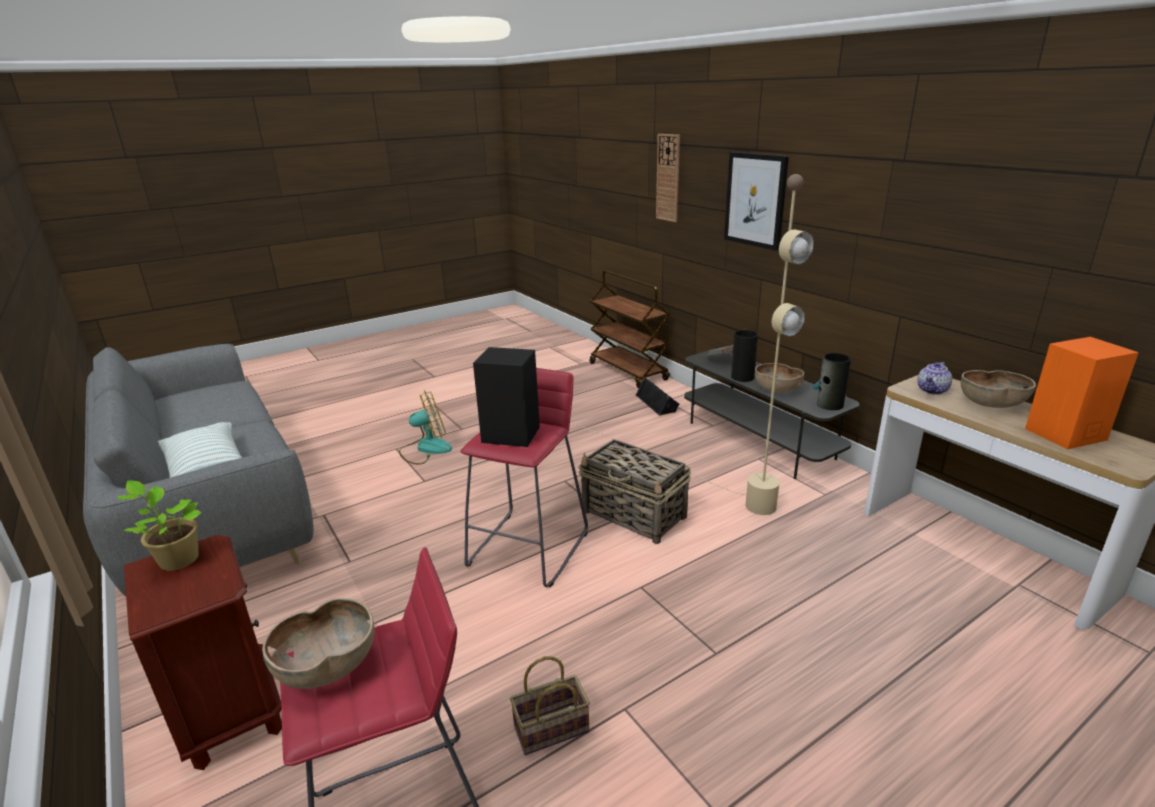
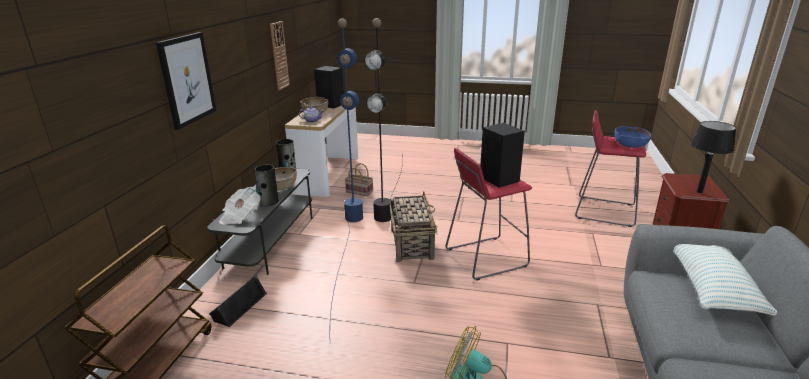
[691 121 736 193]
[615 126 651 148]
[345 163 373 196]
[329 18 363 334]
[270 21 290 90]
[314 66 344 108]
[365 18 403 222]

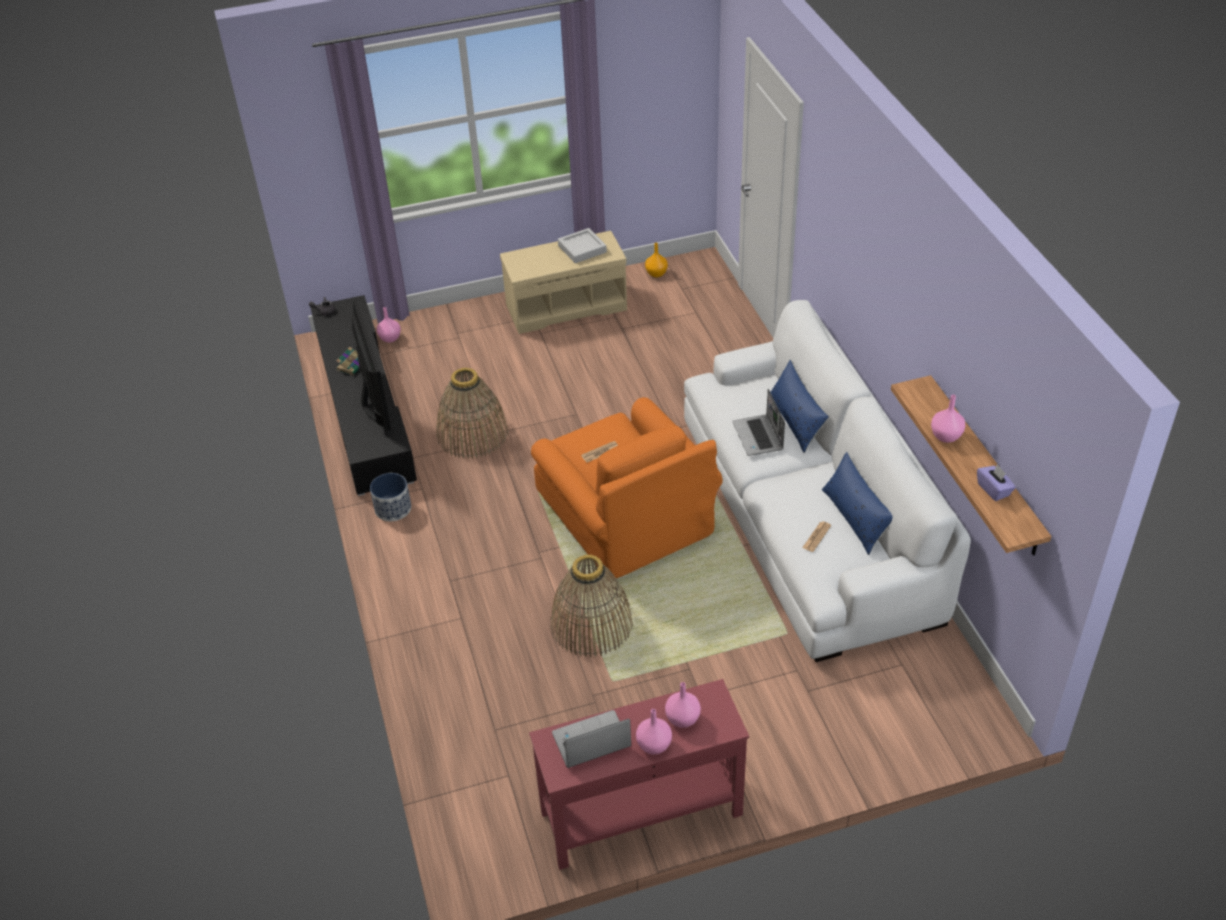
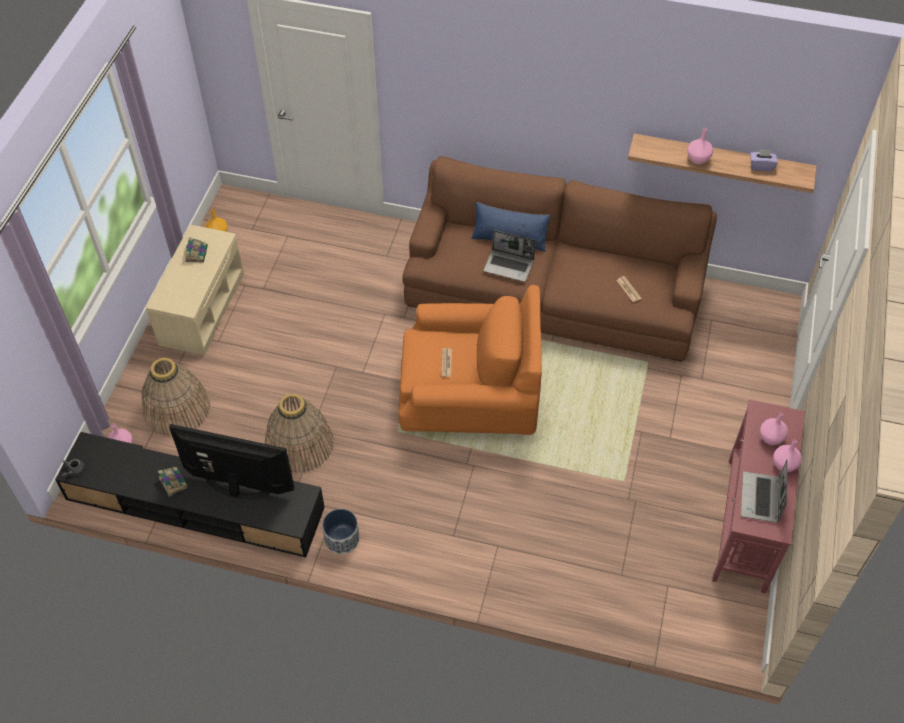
[142 358 210 437]
[185 237 208 263]
[402 156 717 362]
[822 452 893 555] (first image)

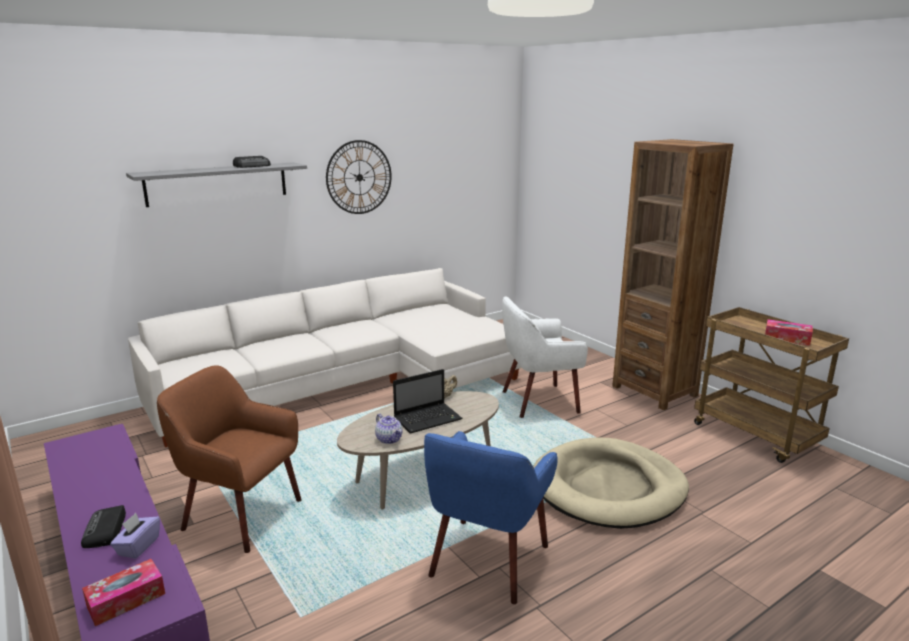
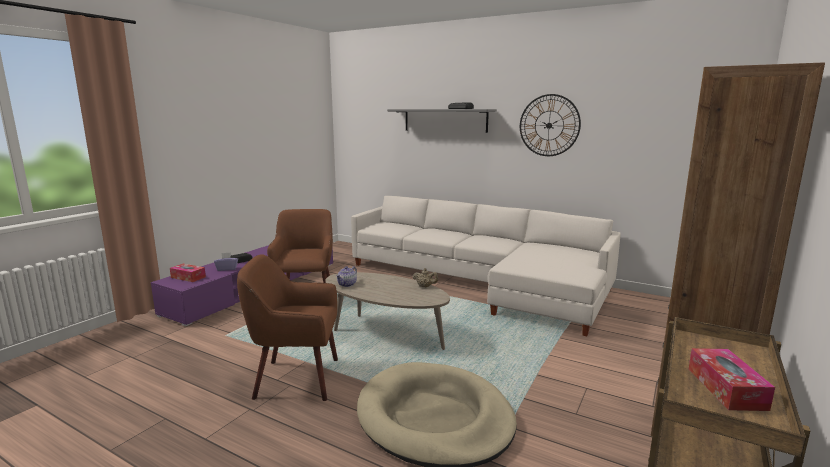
[393 369 462 434] (first image)
[237 254 338 401]
[502 296 588 418] (first image)

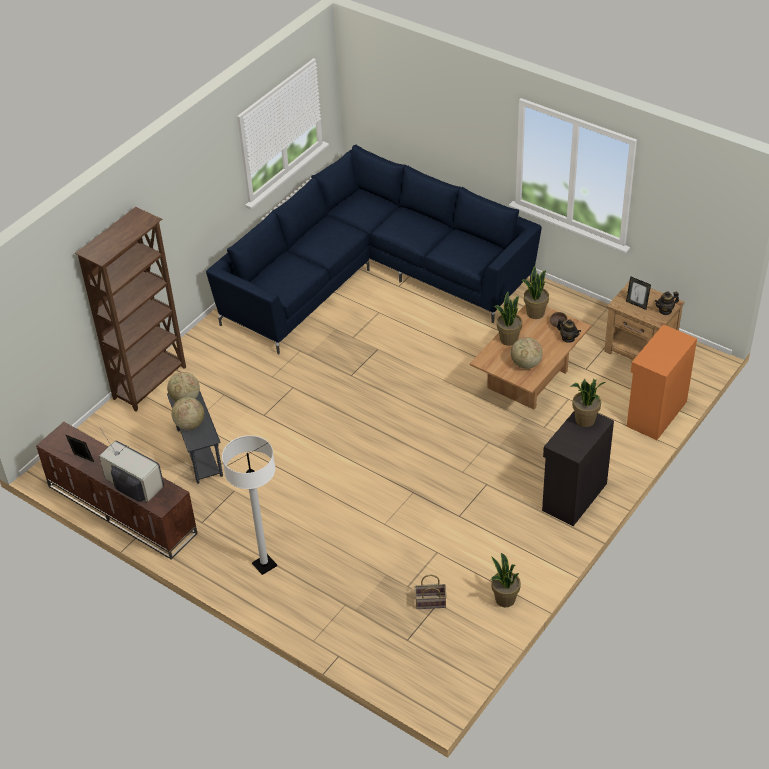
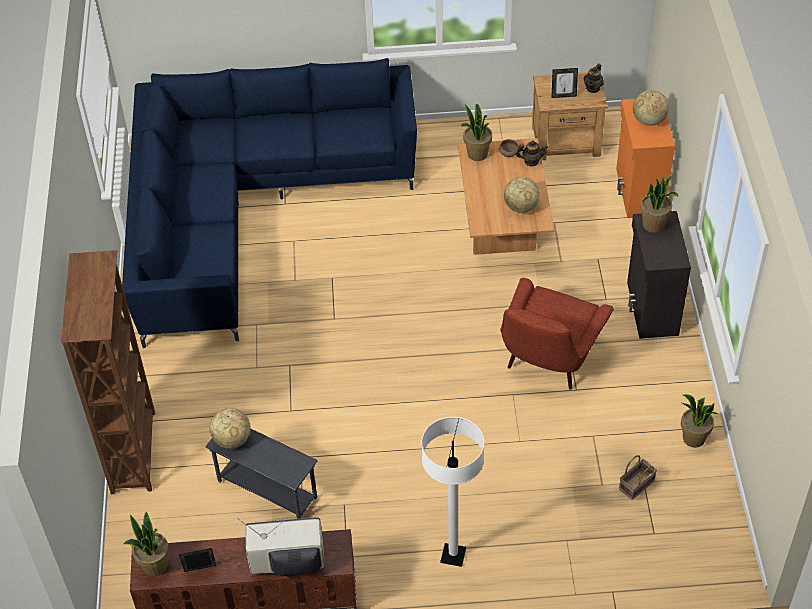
[633 90 669 126]
[124 512 169 576]
[500 278 614 390]

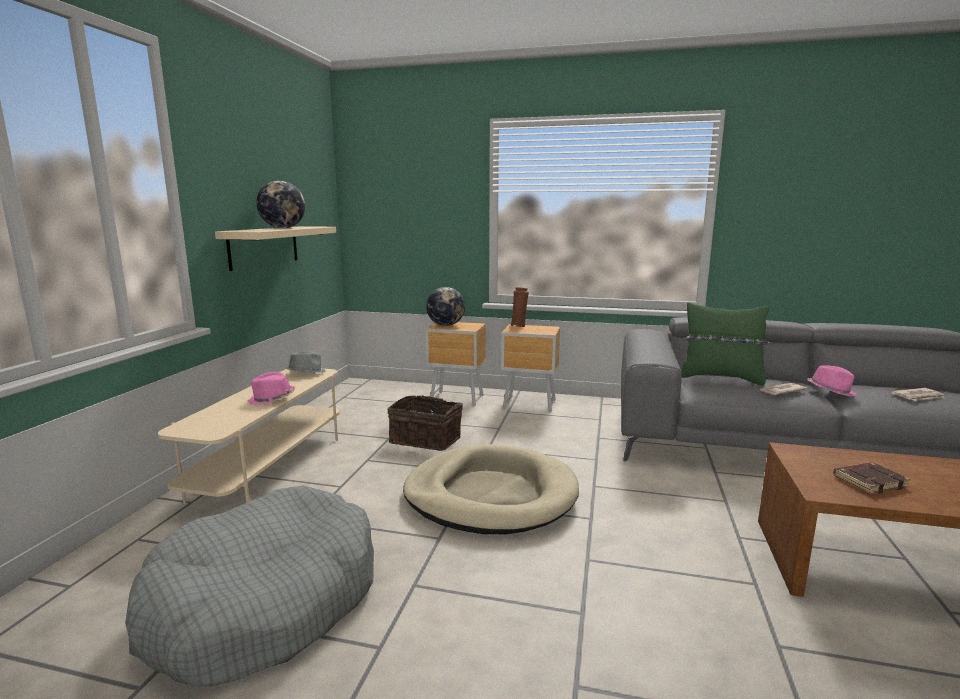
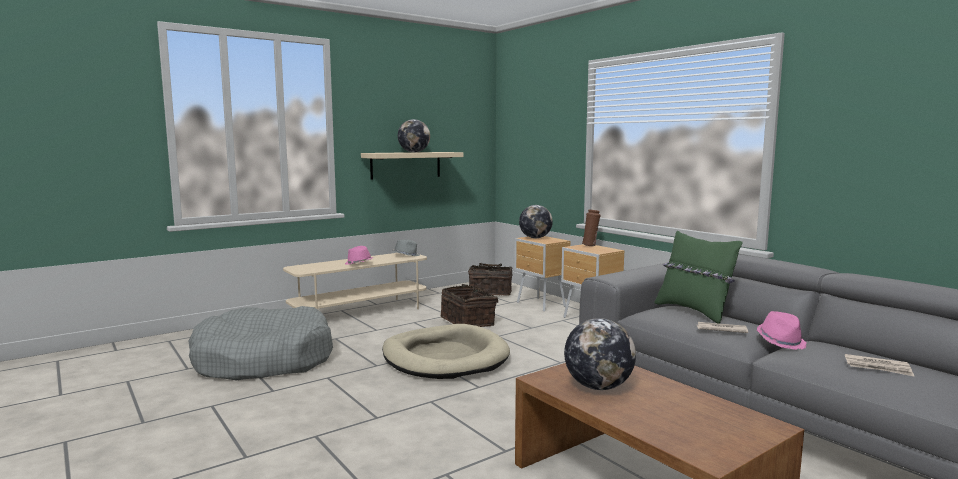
[564 318 636 390]
[468 263 512 296]

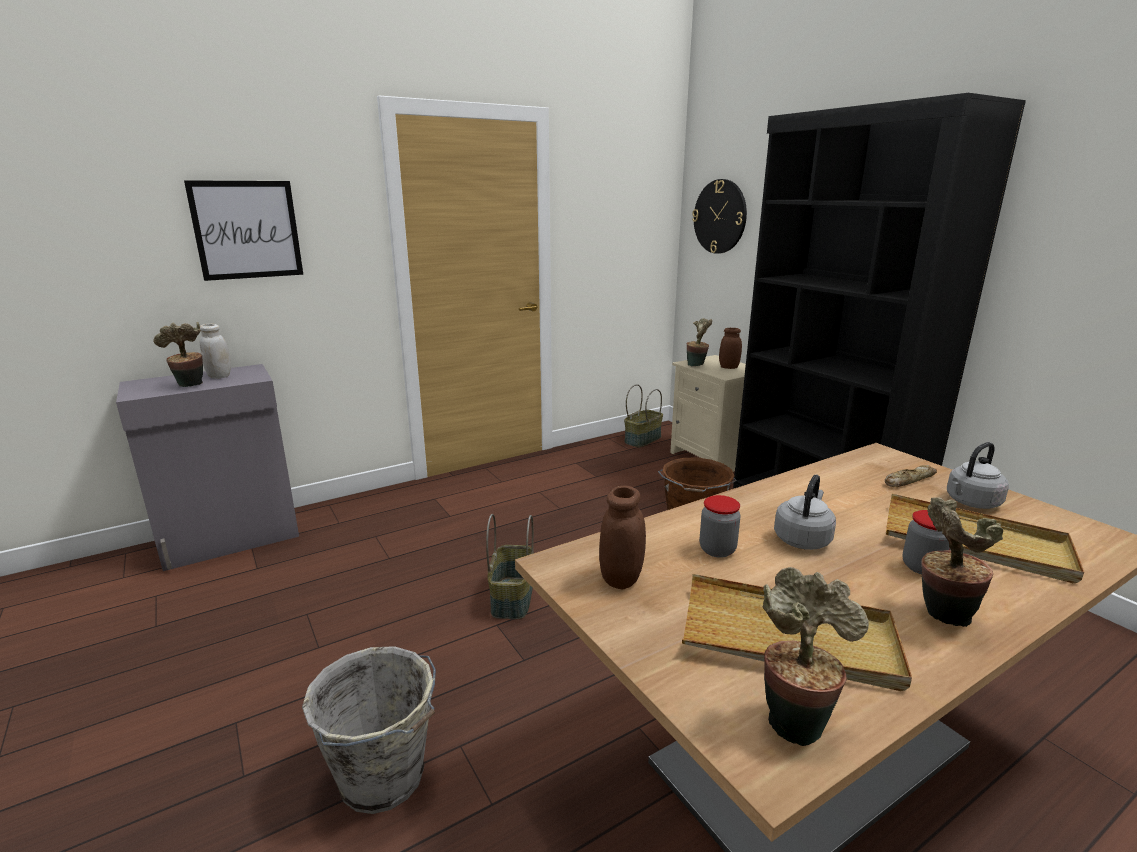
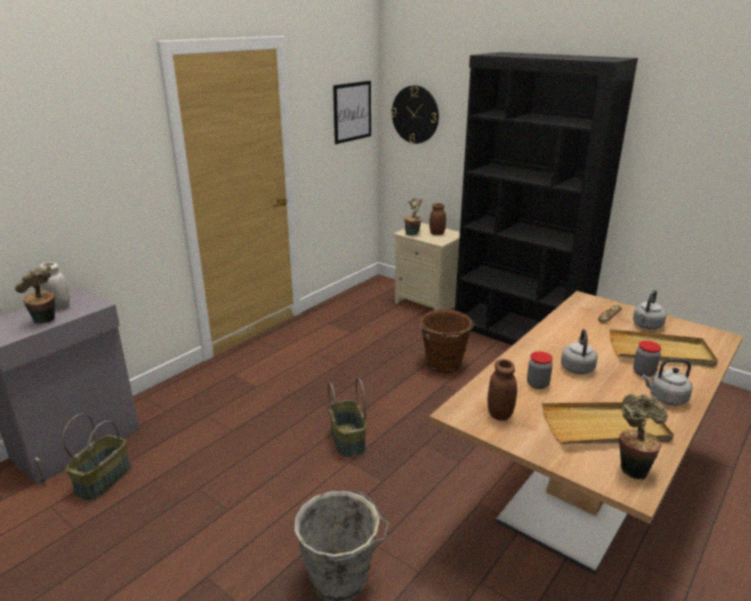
[333 81 371 144]
[62 414 131 500]
[642 358 693 406]

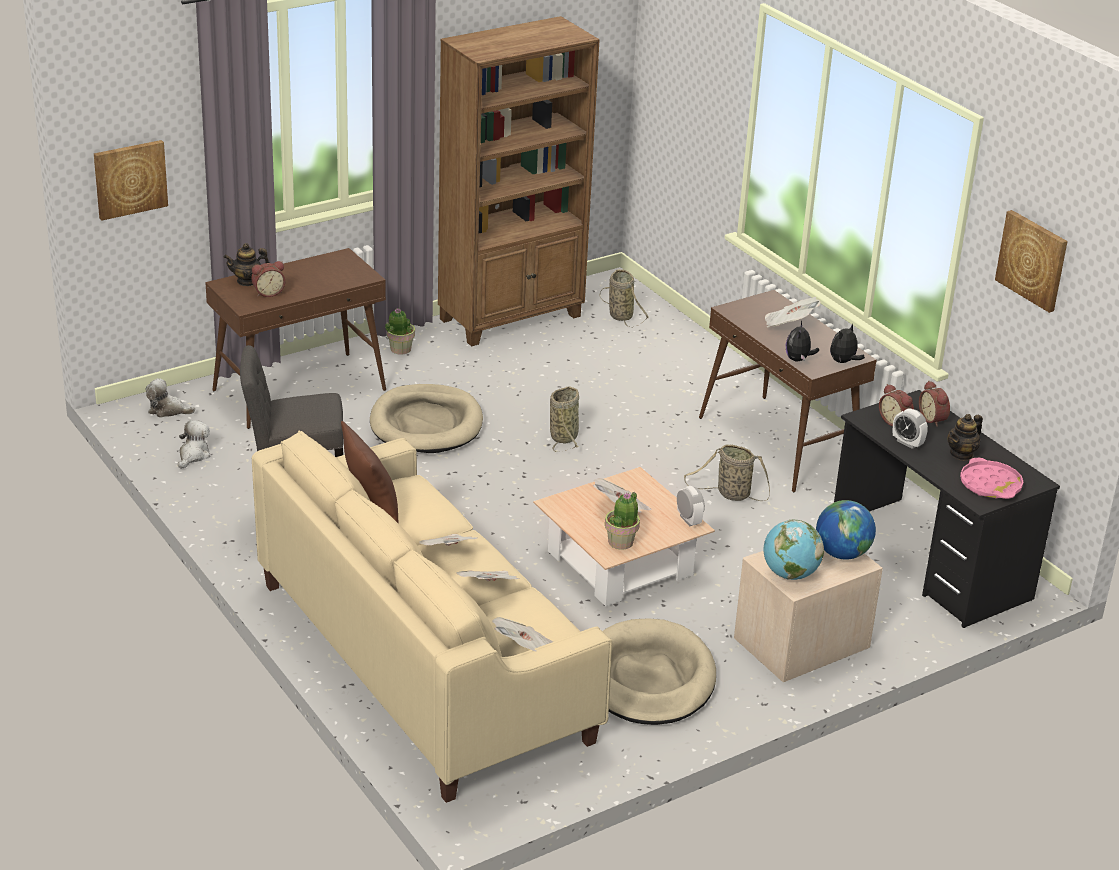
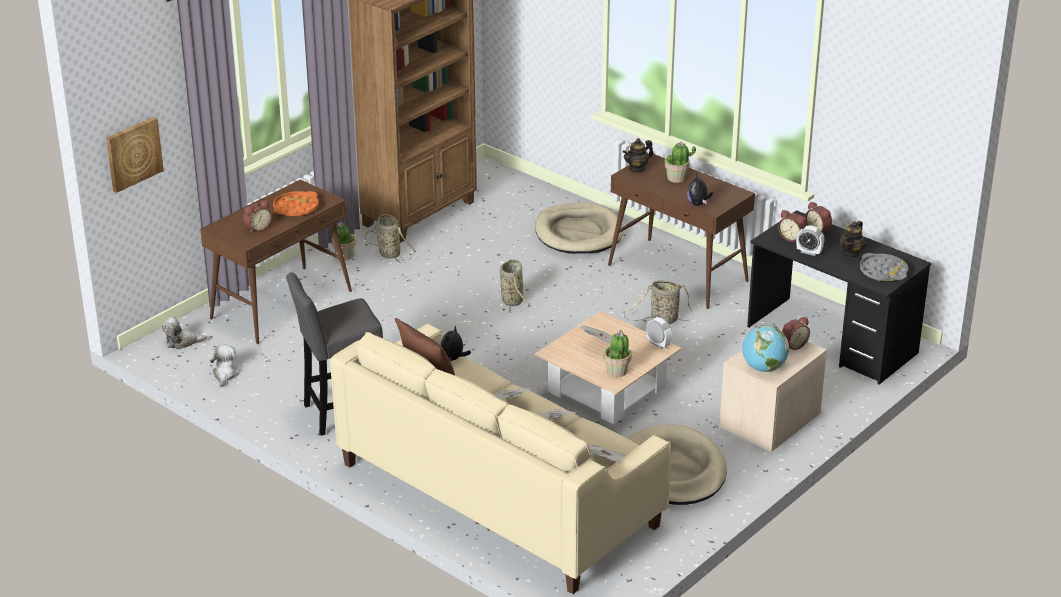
[622 138 653 173]
[535 203 624 253]
[365 214 416 263]
[664 142 696 183]
[782 317 810 350]
[440 326 471 361]
[860 253 908 281]
[995 210 1068 313] (first image)
[273 191 319 216]

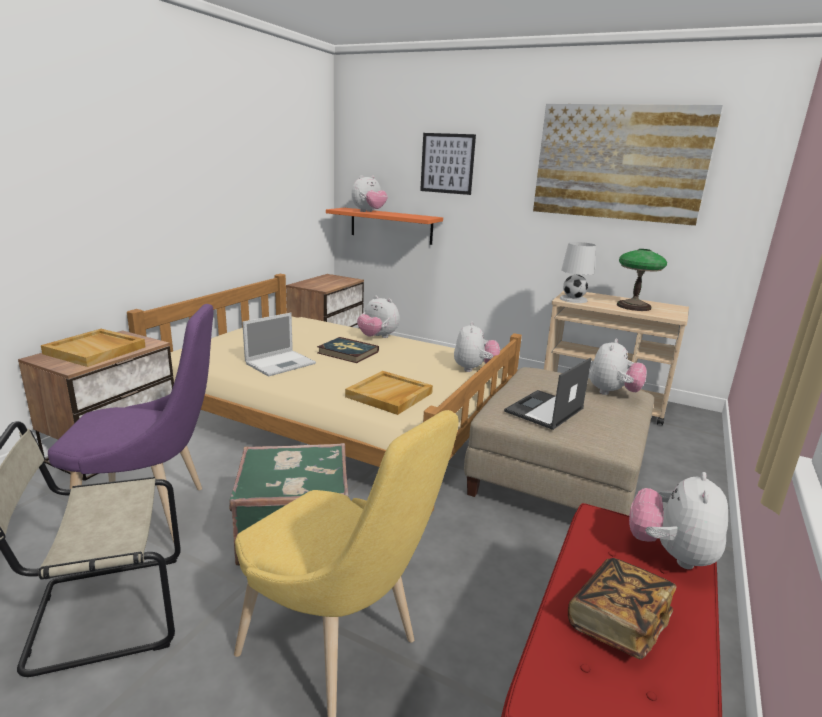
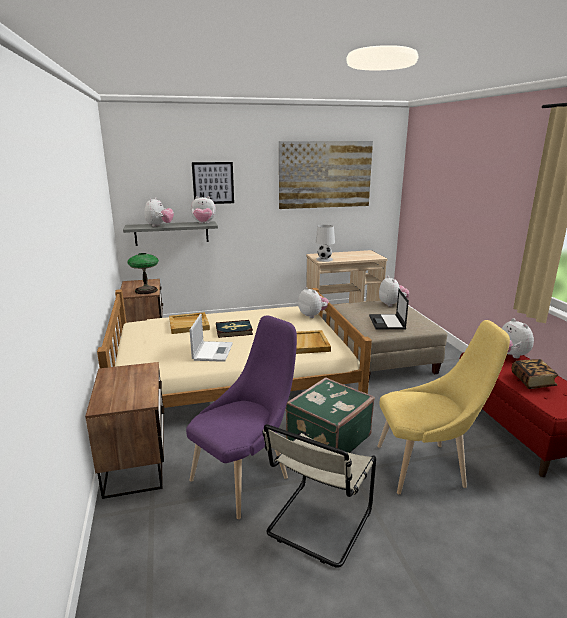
[169 312 210 334]
[123 221 218 246]
[191 196 216 224]
[128 253 159 294]

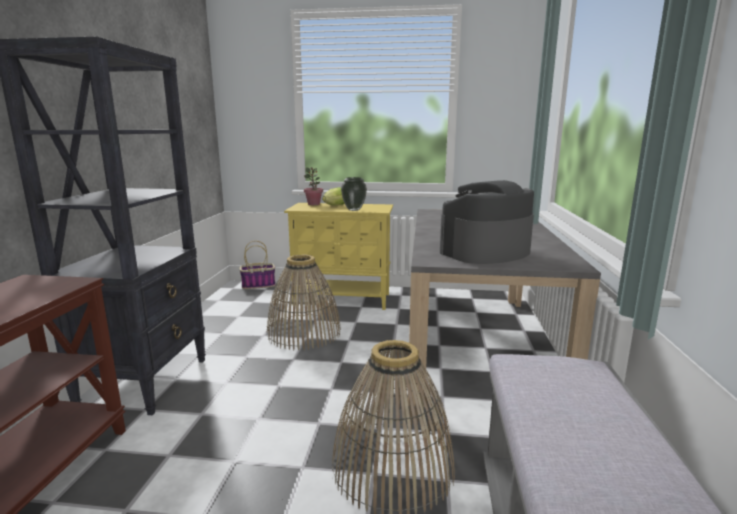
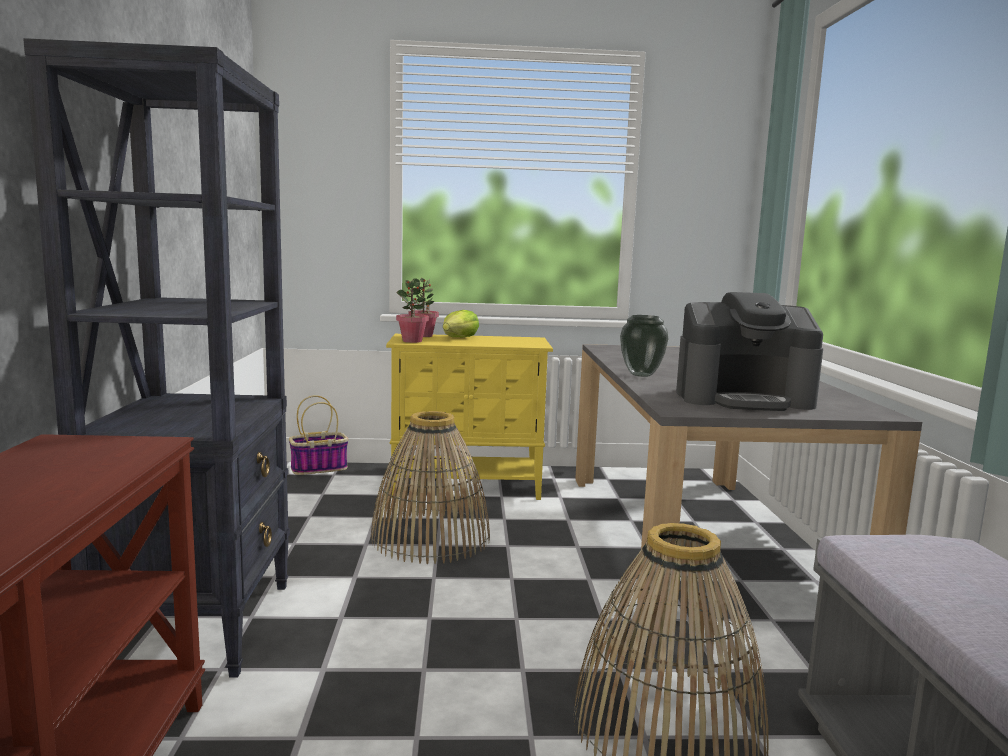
[620 315 668 377]
[676 292 823 411]
[396 280 429 343]

